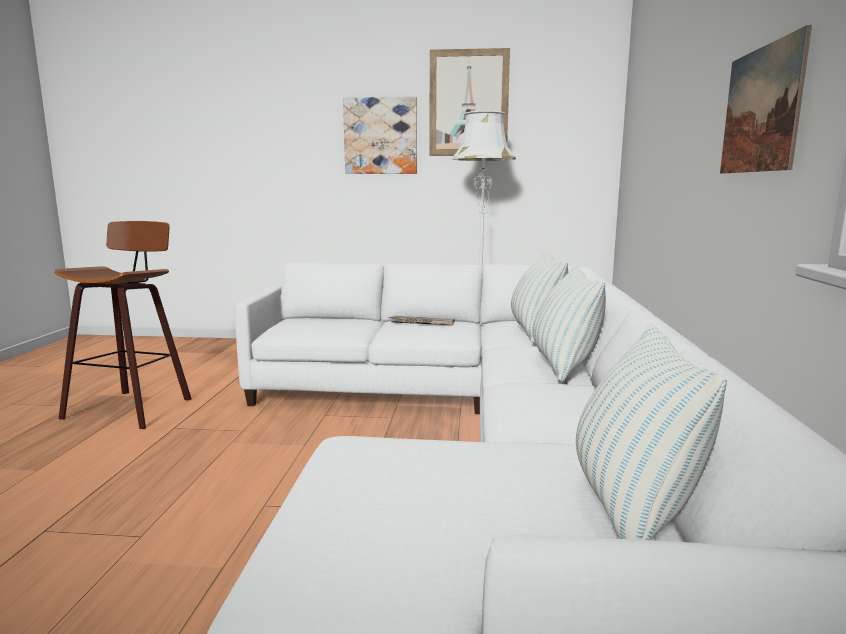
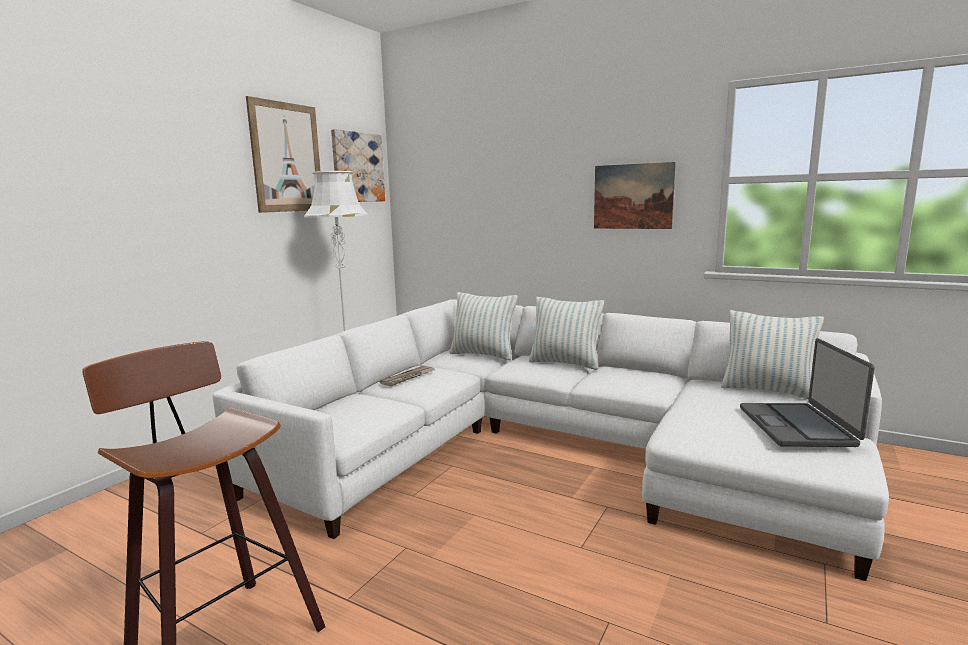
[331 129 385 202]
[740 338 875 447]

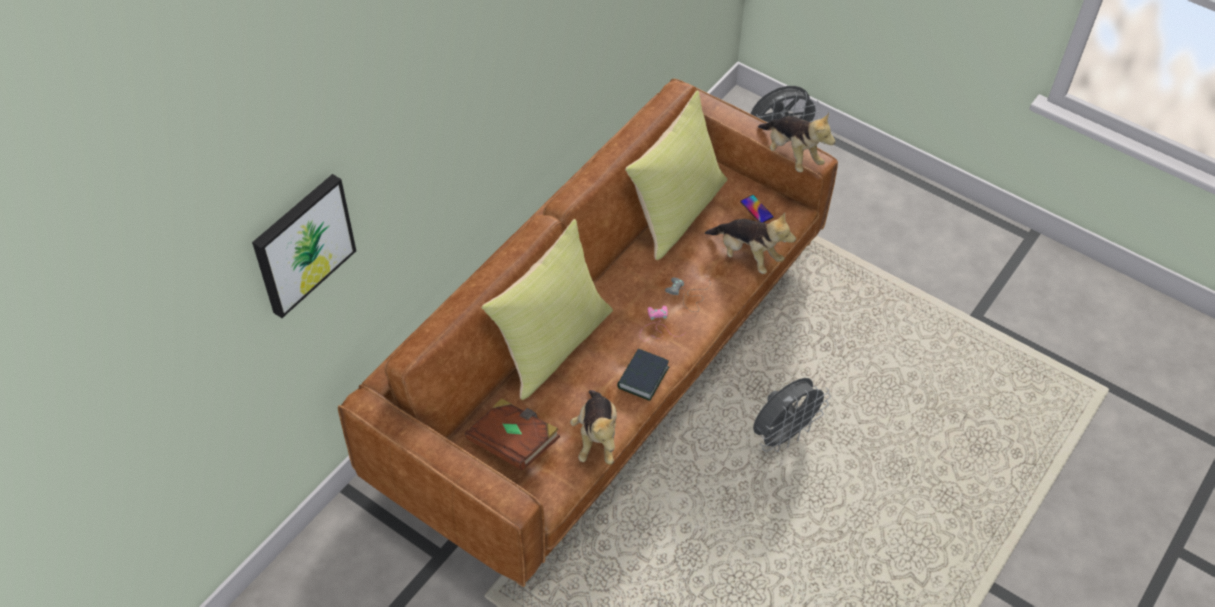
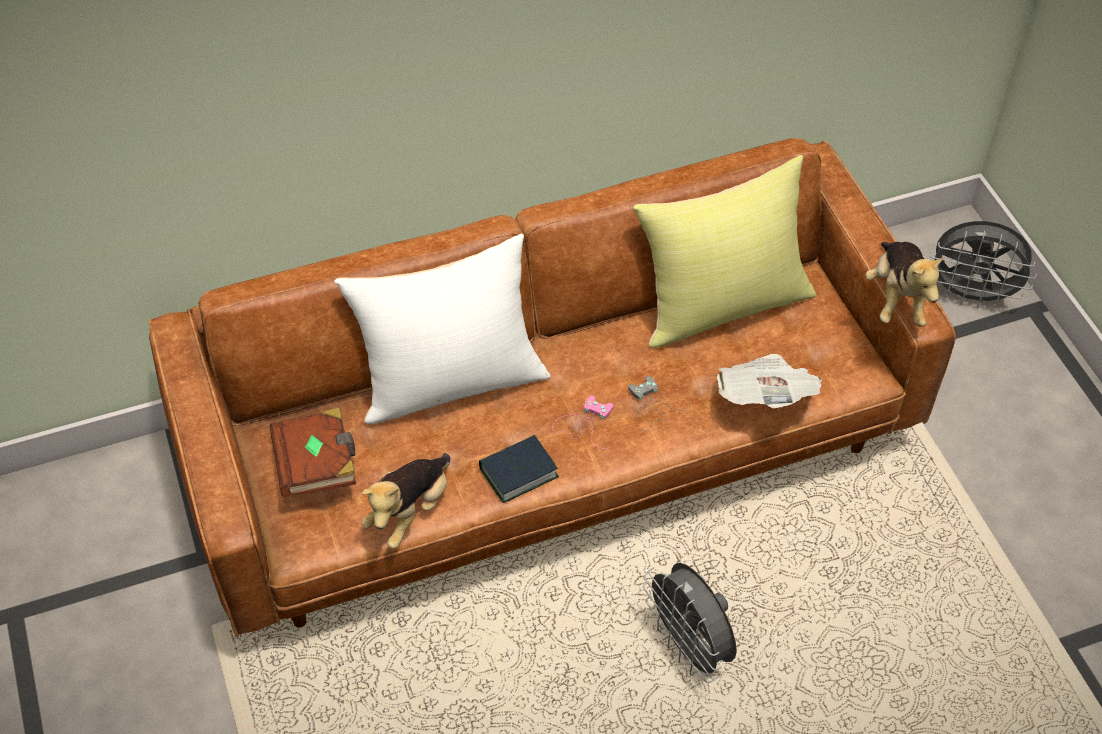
[252 174 356 318] (first image)
[334 234 551 424]
[717 354 822 408]
[740 195 774 222] (first image)
[643 563 737 683]

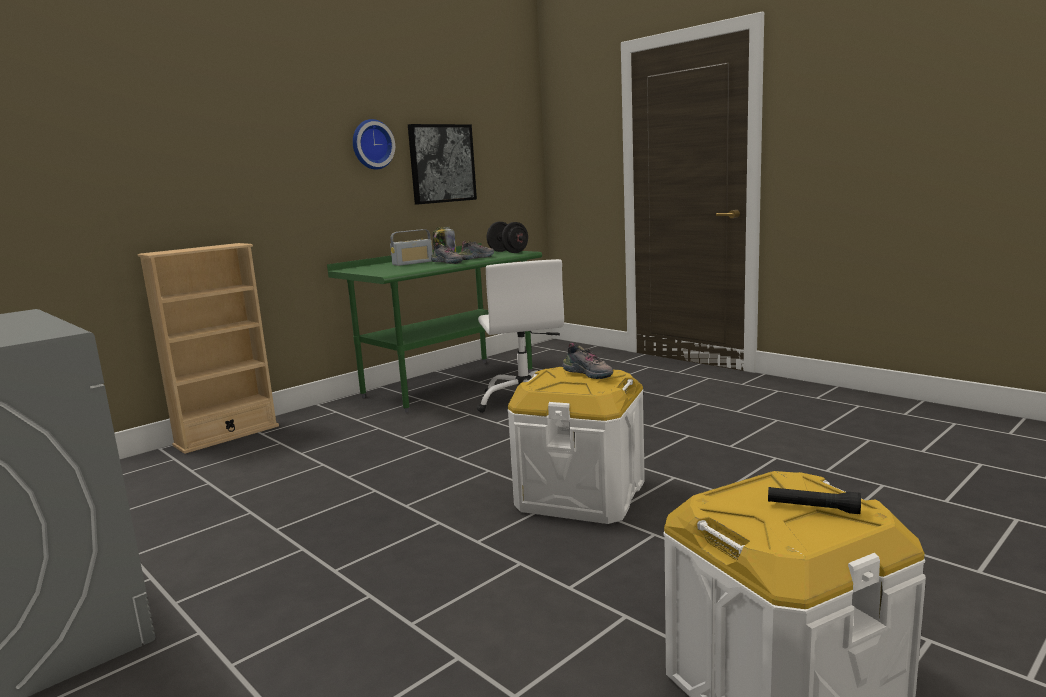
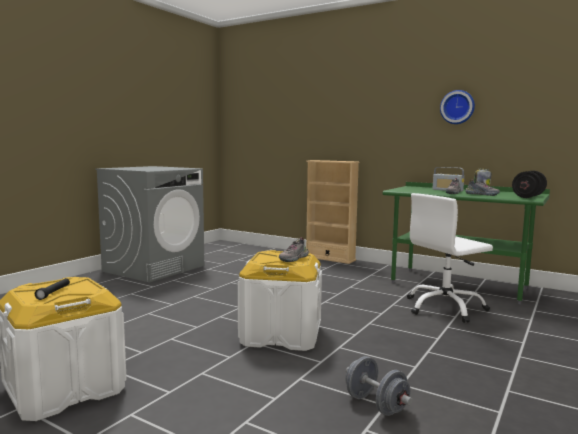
[408 124 477 205] (first image)
[346 356 413 416]

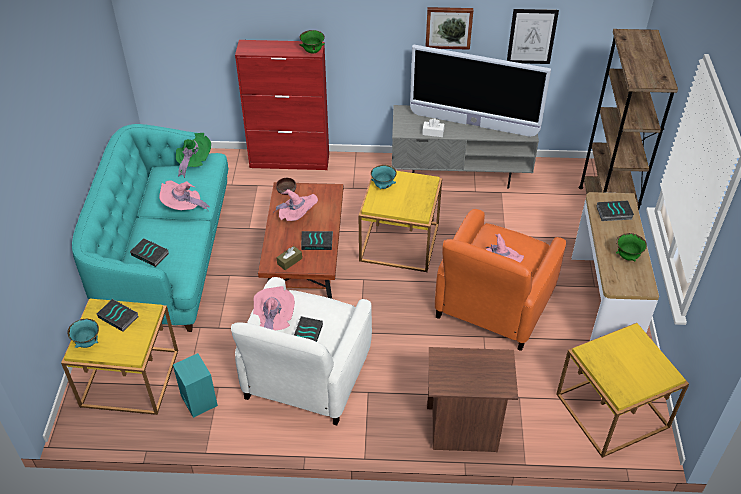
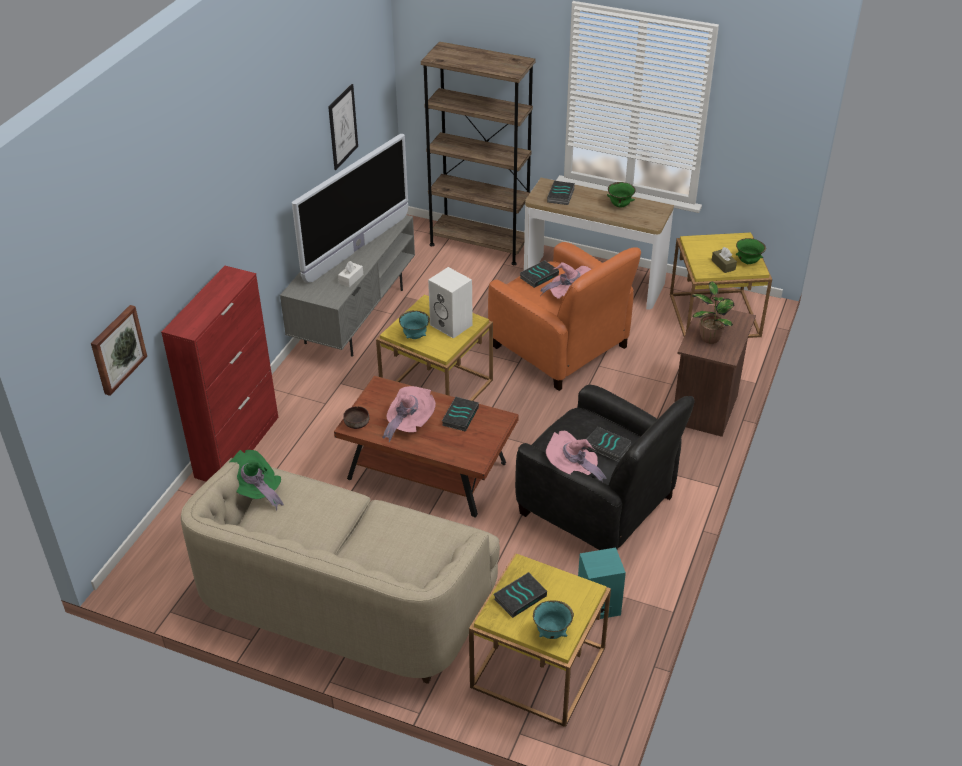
[181 458 500 684]
[520 260 559 288]
[159 180 210 210] (first image)
[515 385 695 550]
[711 247 737 273]
[736 238 766 264]
[91 305 147 396]
[428 267 473 339]
[692 281 734 344]

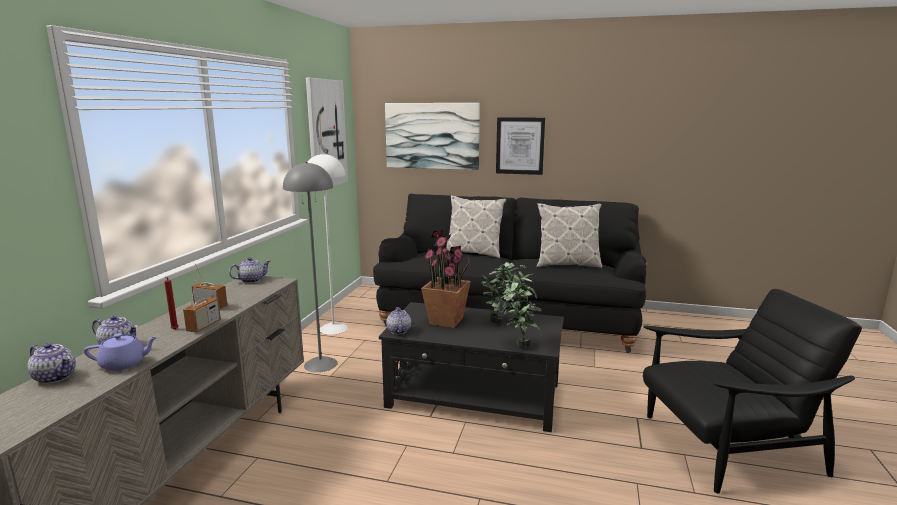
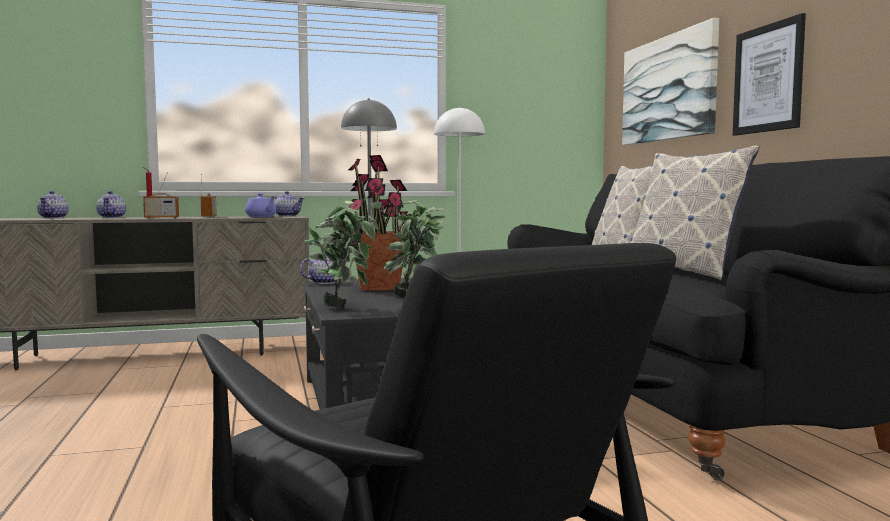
[245 193 276 217]
[306 78 348 186] (first image)

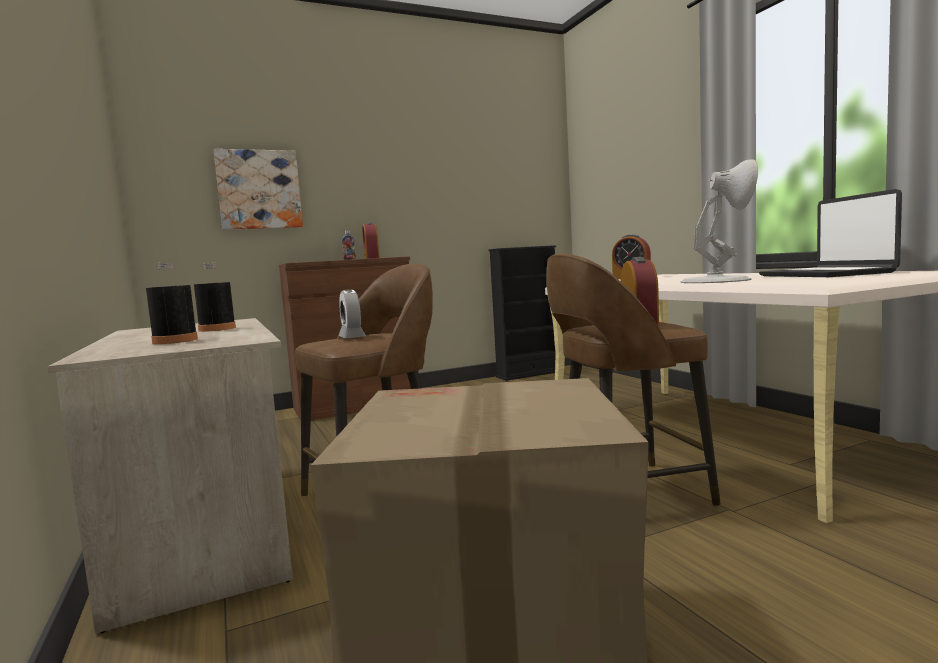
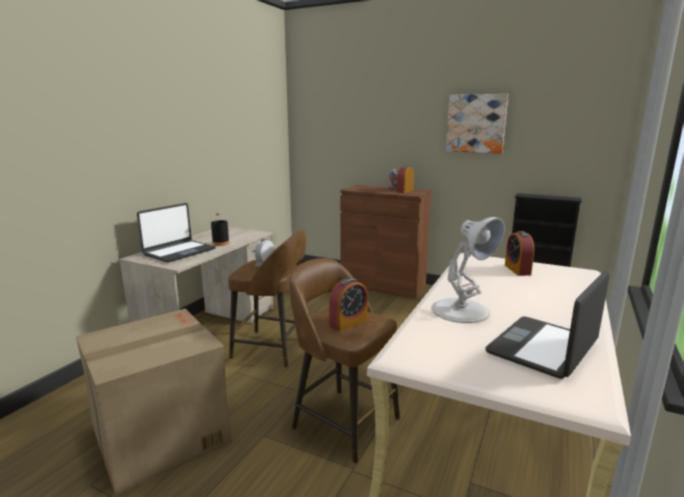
[137 203 216 263]
[446 94 508 153]

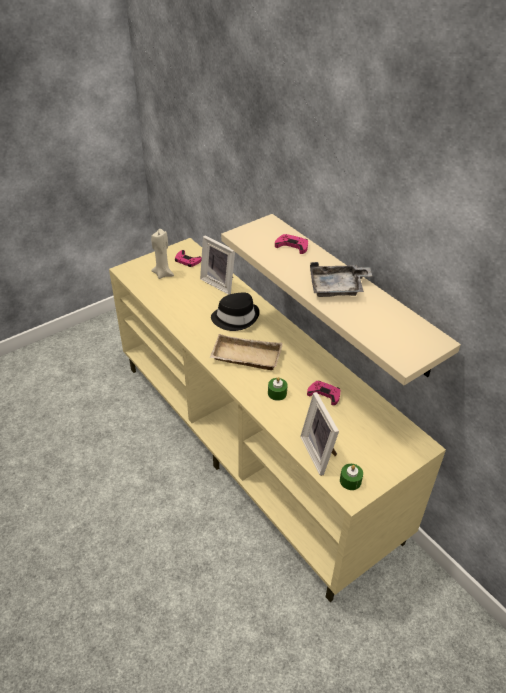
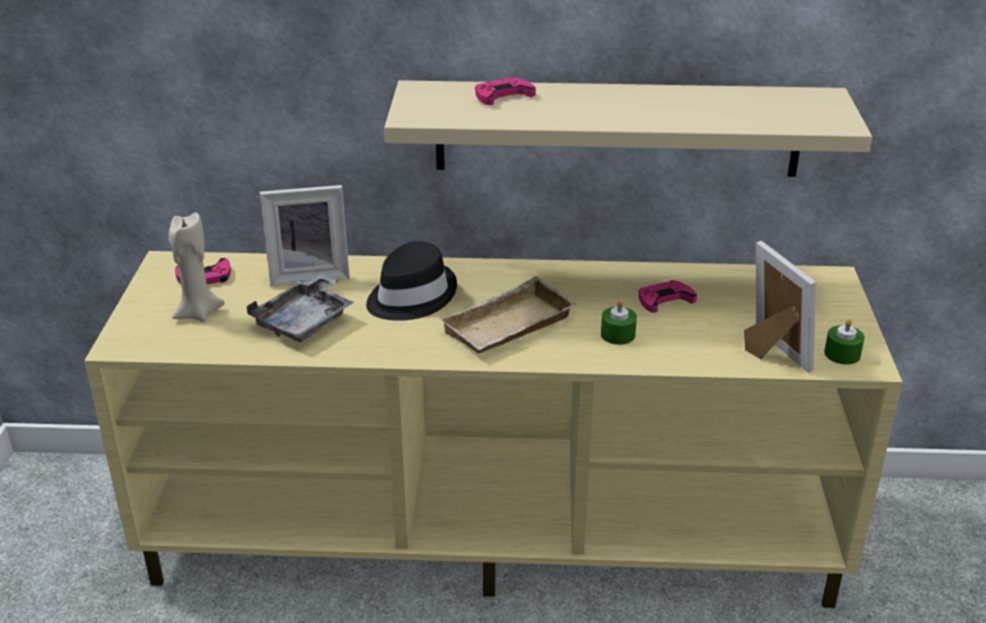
[744 241 816 373]
[246 274 354 342]

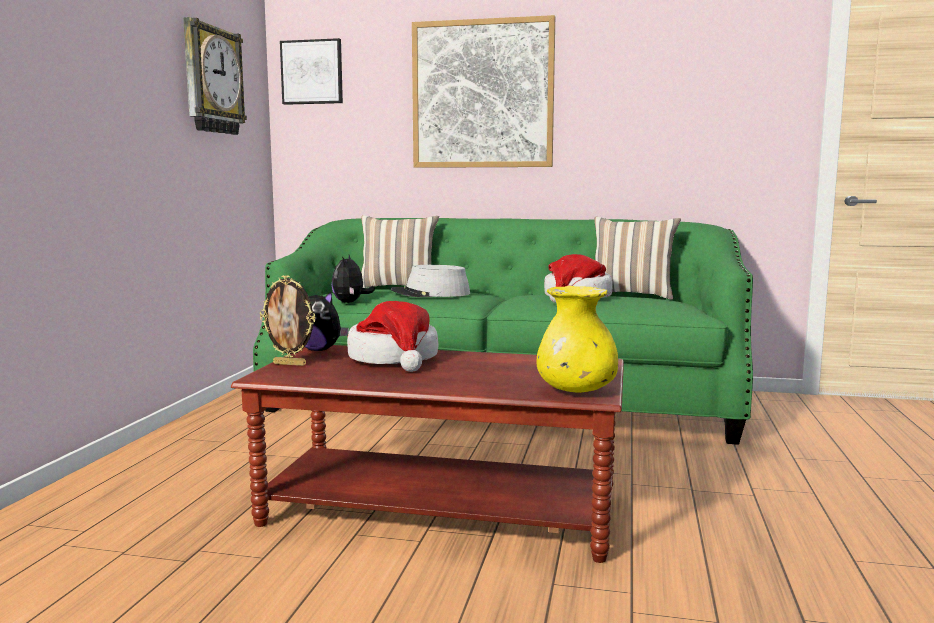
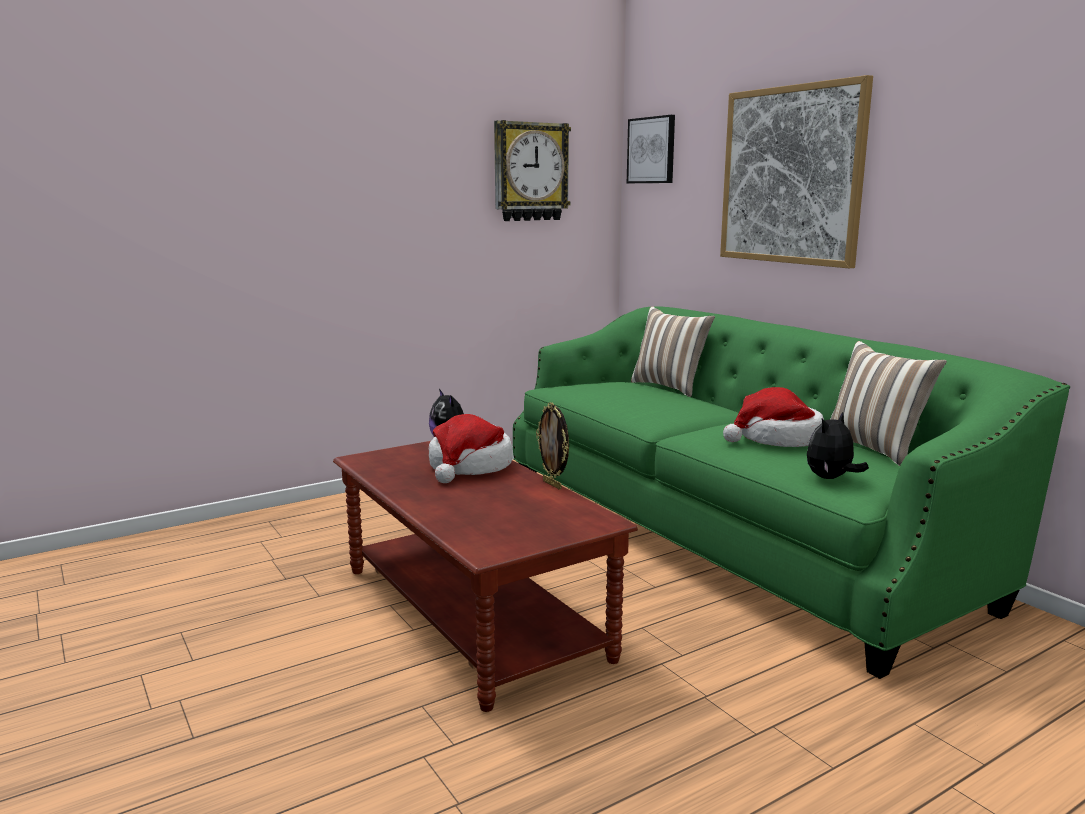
[536 402 569 490]
[807 411 869 479]
[391 265 470 297] (first image)
[537 286 618 393] (first image)

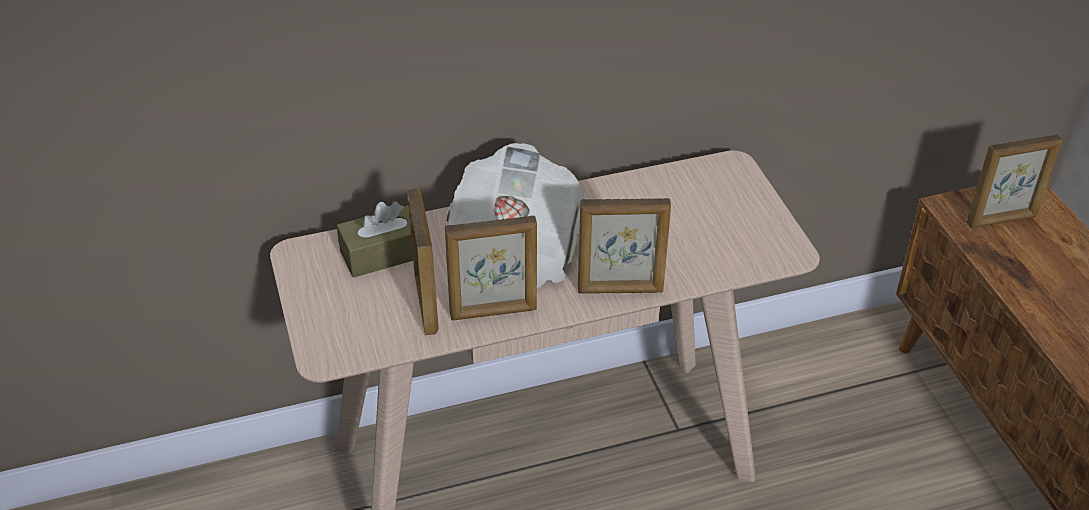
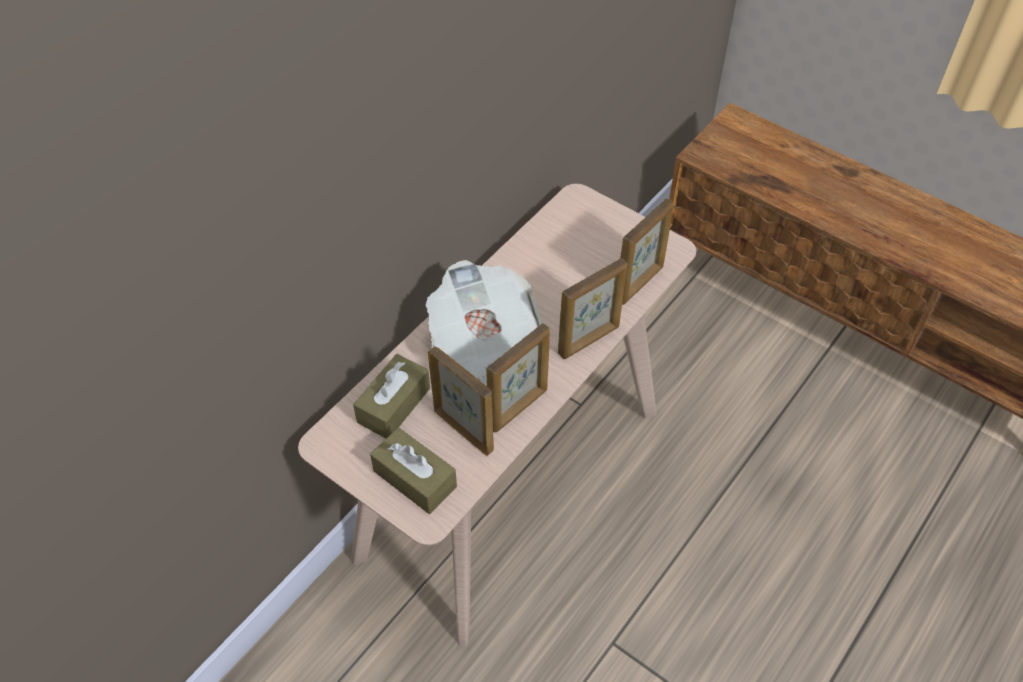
[620 198 674 305]
[370 428 457 514]

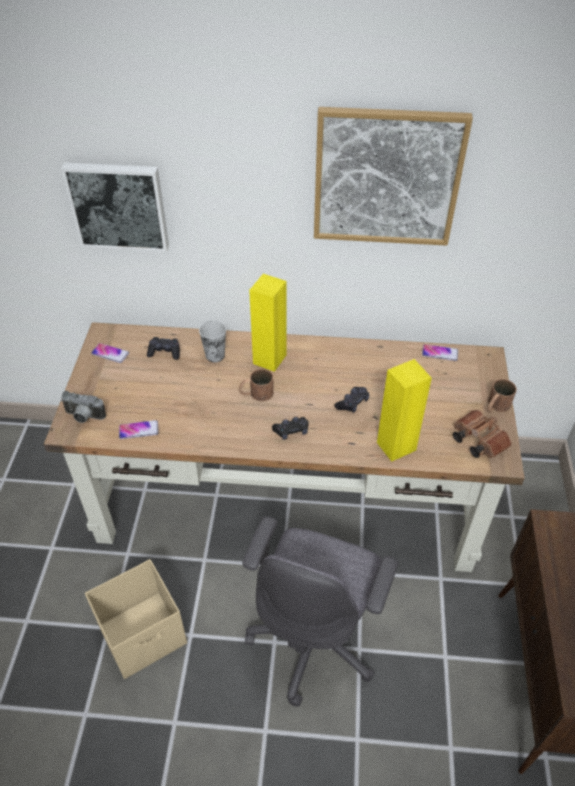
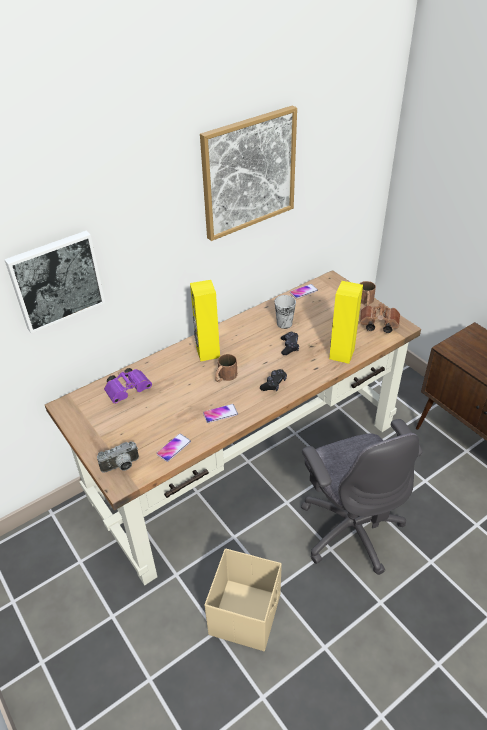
[203 404 238 423]
[104 368 152 404]
[275 295 296 329]

